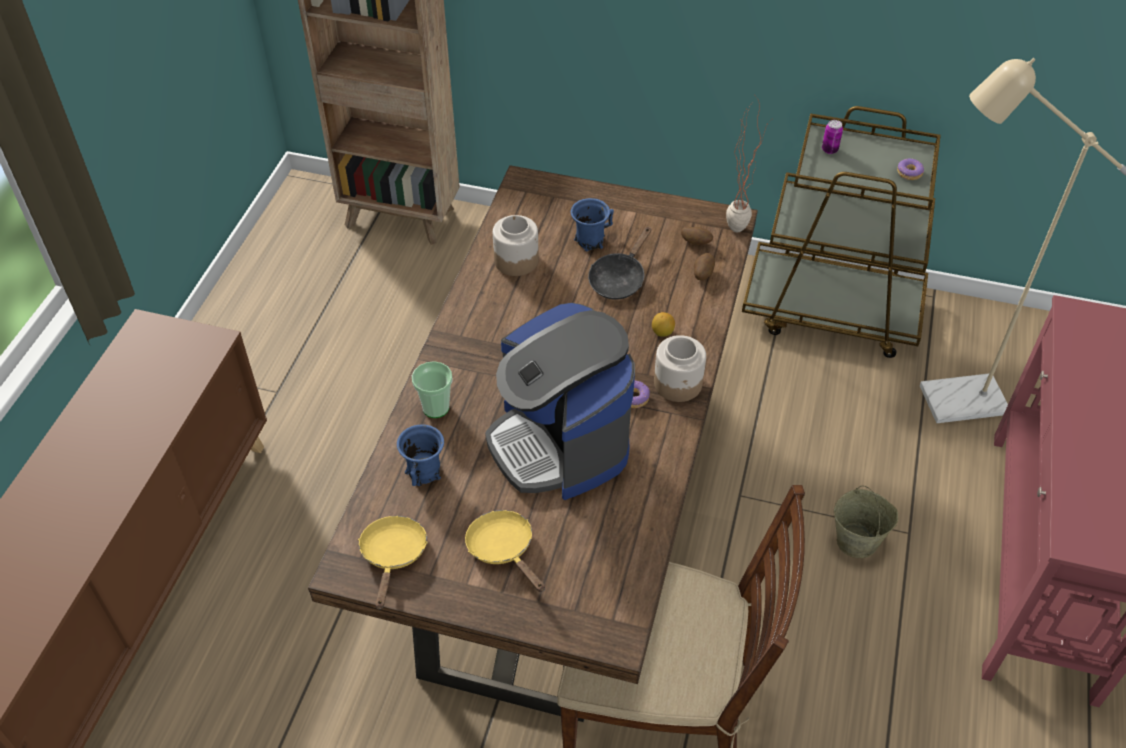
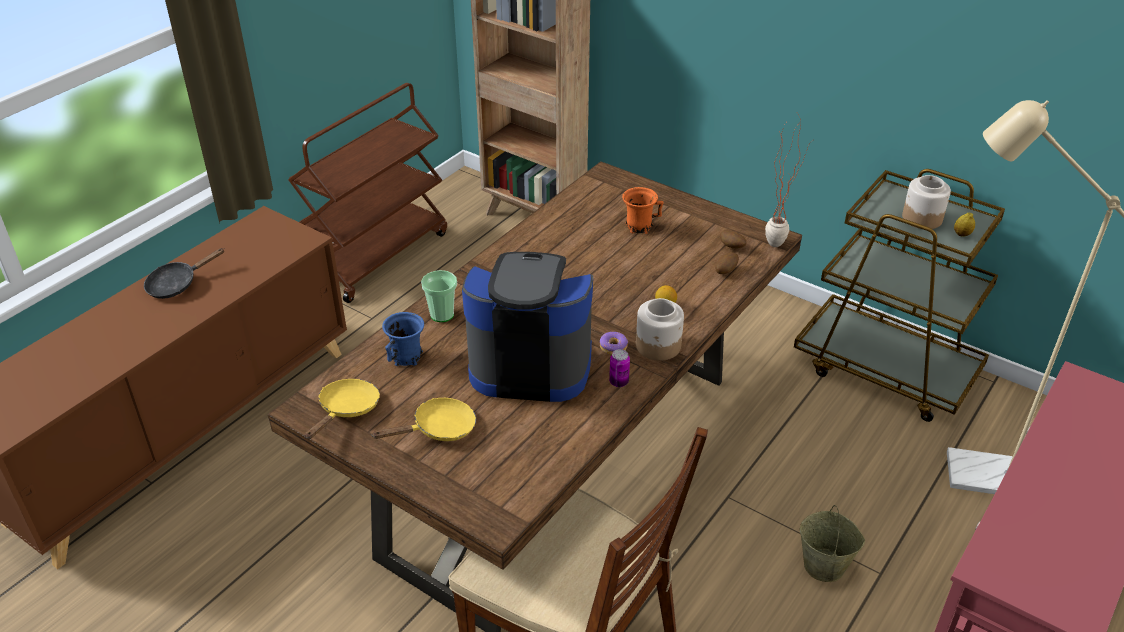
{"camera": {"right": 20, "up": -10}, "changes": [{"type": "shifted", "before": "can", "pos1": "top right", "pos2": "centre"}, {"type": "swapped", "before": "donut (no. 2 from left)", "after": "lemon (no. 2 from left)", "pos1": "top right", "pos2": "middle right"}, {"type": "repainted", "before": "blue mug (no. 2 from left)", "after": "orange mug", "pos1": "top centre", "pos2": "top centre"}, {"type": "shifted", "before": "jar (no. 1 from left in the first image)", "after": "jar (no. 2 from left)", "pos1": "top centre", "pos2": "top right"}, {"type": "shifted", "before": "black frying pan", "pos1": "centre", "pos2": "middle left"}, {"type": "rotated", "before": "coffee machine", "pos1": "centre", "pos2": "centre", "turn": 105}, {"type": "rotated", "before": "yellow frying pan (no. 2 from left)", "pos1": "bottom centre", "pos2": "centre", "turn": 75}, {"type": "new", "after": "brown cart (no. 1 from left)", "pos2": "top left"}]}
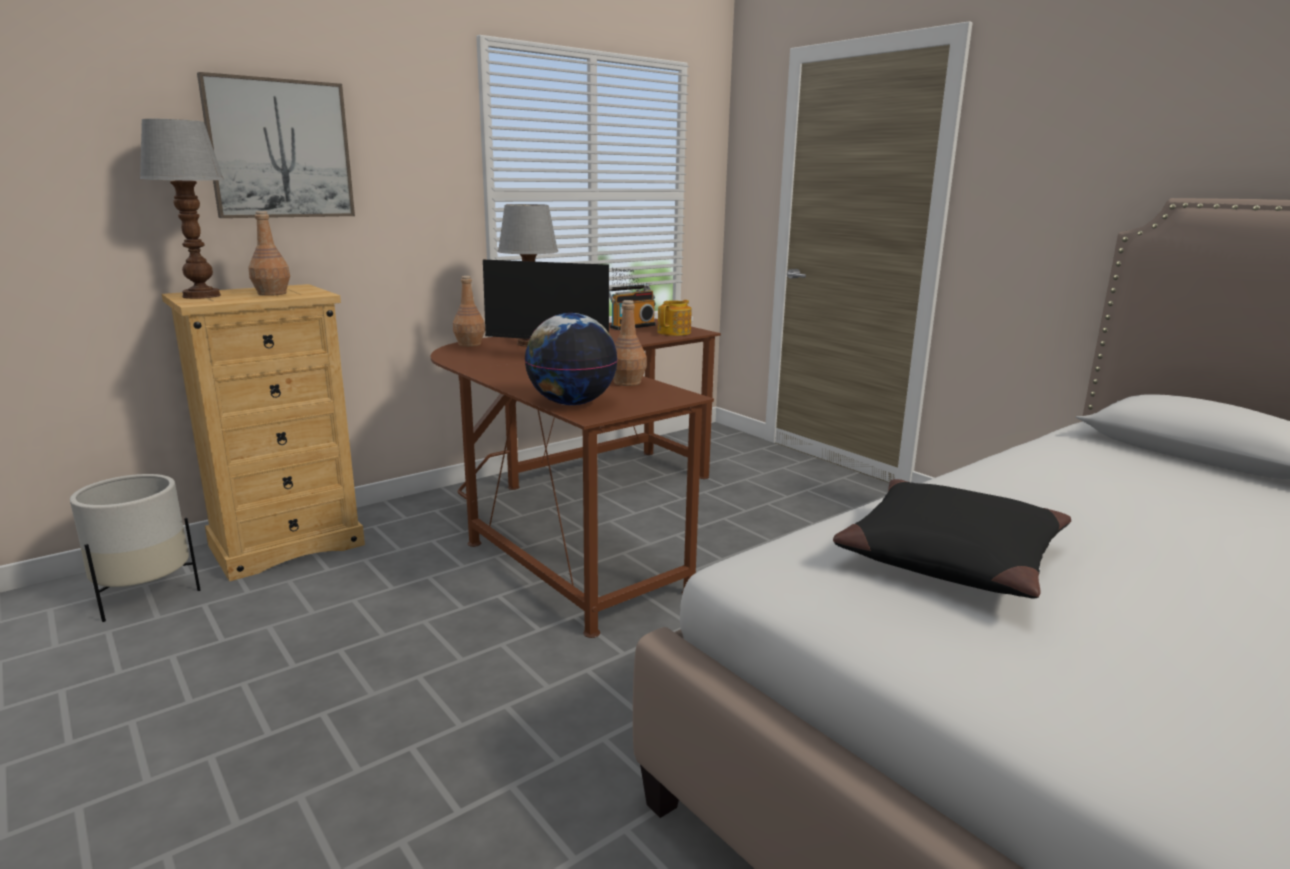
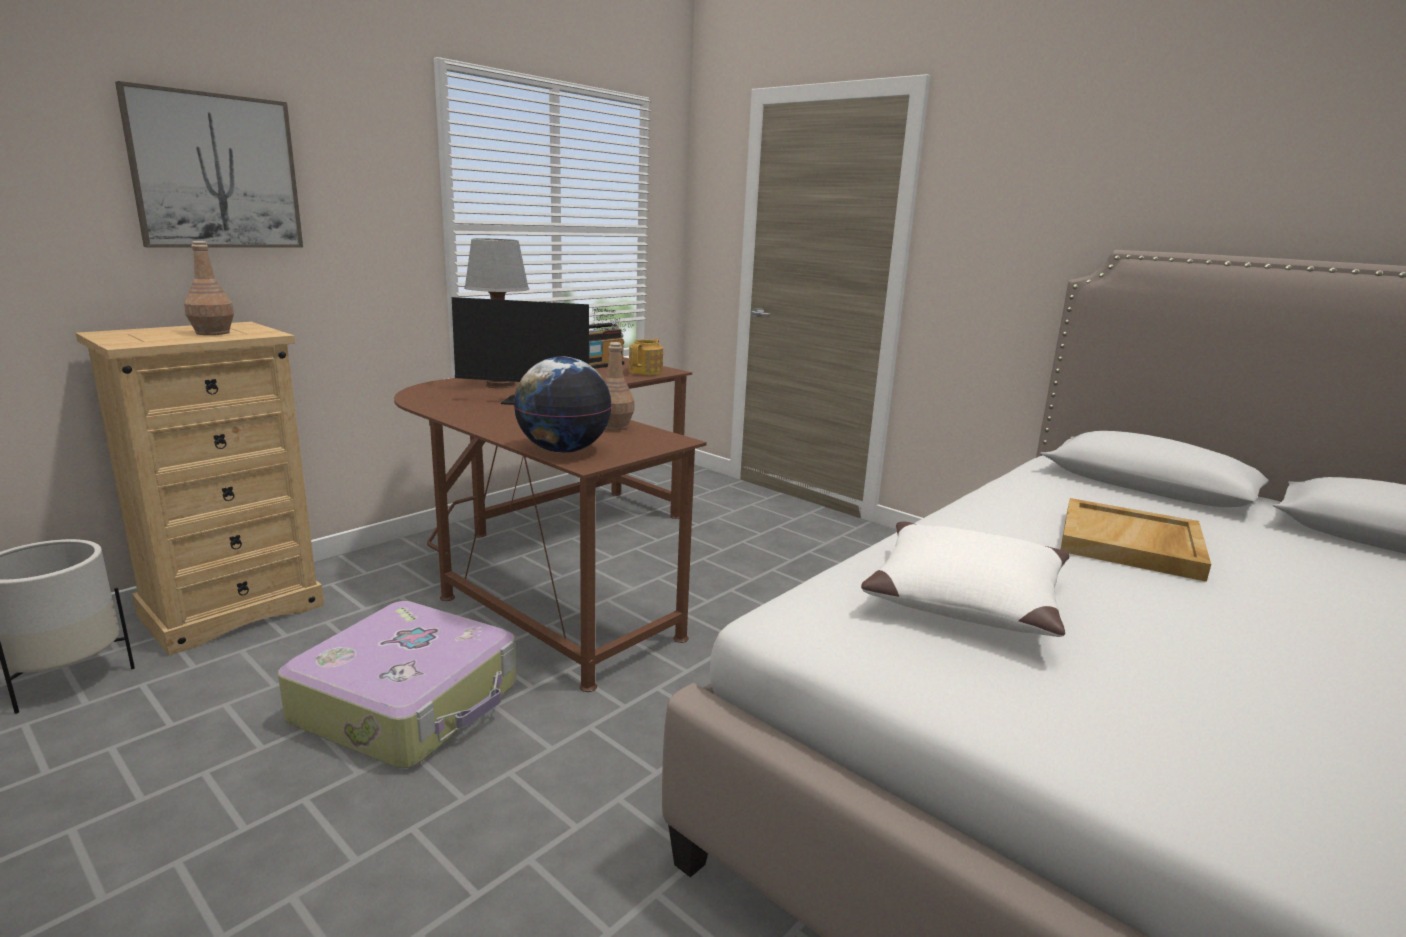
{"camera": {"right": -10, "up": 0}, "changes": [{"type": "gone", "before": "table lamp (no. 1 from left)", "pos1": "top left"}, {"type": "gone", "before": "brown bottle (no. 2 from left)", "pos1": "centre"}, {"type": "repainted", "before": "black pillow", "after": "white pillow", "pos1": "middle right", "pos2": "middle right"}, {"type": "new", "after": "beige tray", "pos2": "middle right"}, {"type": "new", "after": "suitcase", "pos2": "bottom left"}]}
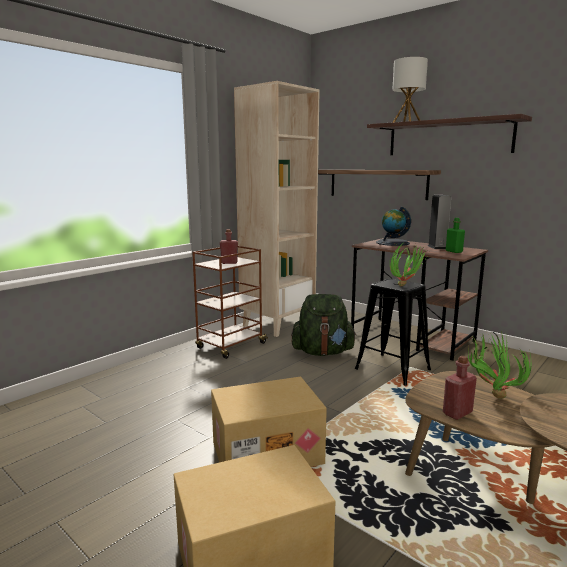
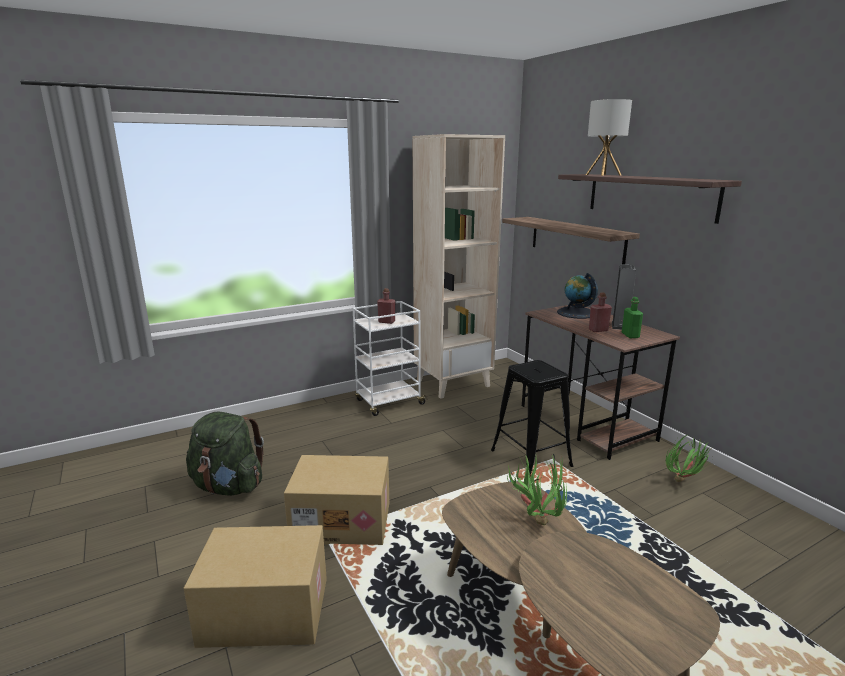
{"camera": {"right": 20, "up": 5}, "changes": [{"type": "shifted", "before": "potted plant (no. 1 from left in the first image)", "after": "potted plant (no. 2 from left)", "pos1": "middle right", "pos2": "bottom right"}, {"type": "repainted", "before": "brown cart", "after": "white cart", "pos1": "centre", "pos2": "centre"}, {"type": "shifted", "before": "green backpack", "pos1": "centre", "pos2": "bottom left"}, {"type": "shifted", "before": "red bottle (no. 2 from left)", "pos1": "bottom right", "pos2": "middle right"}]}
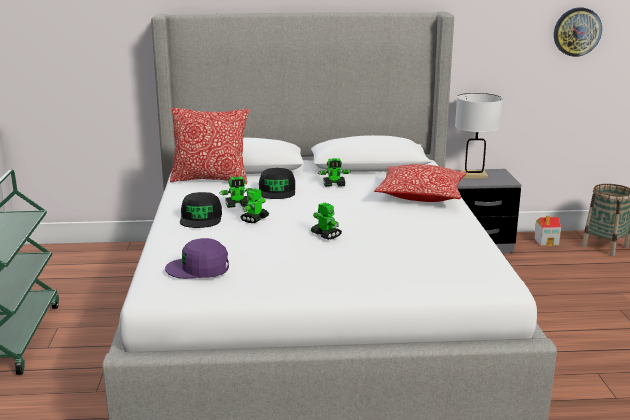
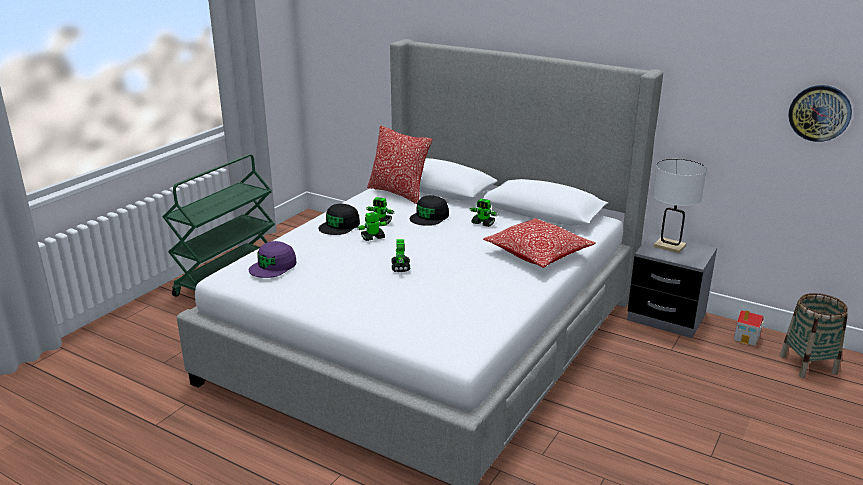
{"camera": {"right": 35, "up": 5}, "changes": [{"type": "rotated", "before": "purple cap", "pos1": "middle left", "pos2": "middle left", "turn": -90}]}
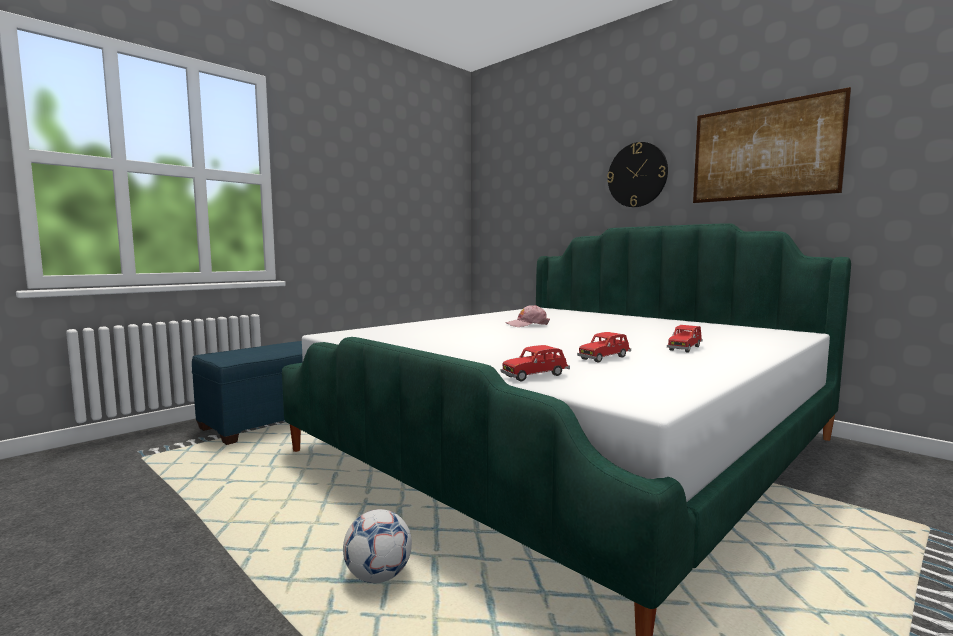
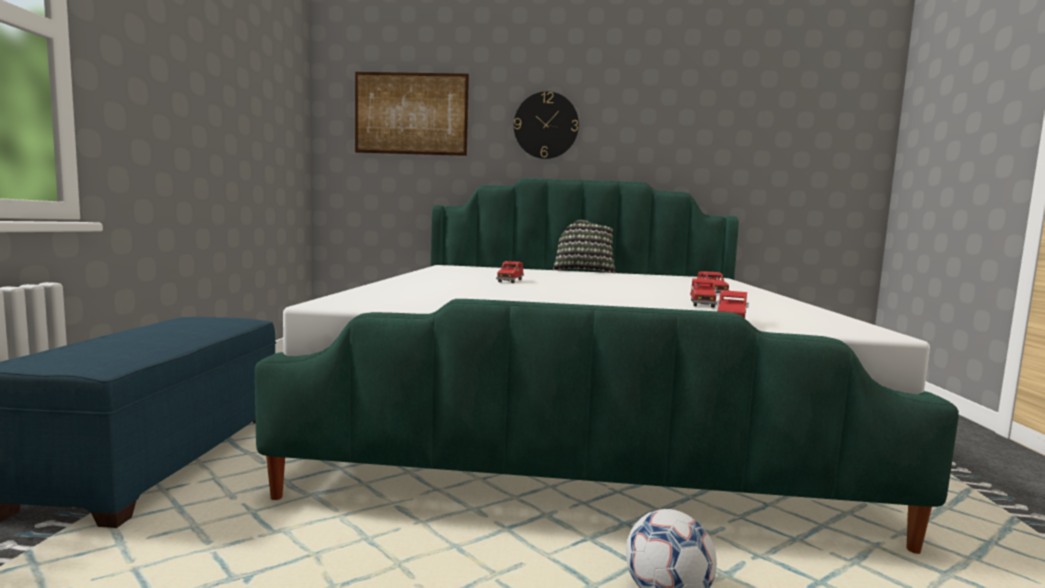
{"camera": {"right": -40, "up": 0}, "changes": [{"type": "shifted", "before": "picture", "pos1": "top right", "pos2": "top centre"}, {"type": "swapped", "before": "pink cap", "after": "red toy car (no. 1 from left)", "pos1": "centre", "pos2": "centre"}, {"type": "new", "after": "pillow", "pos2": "centre"}]}
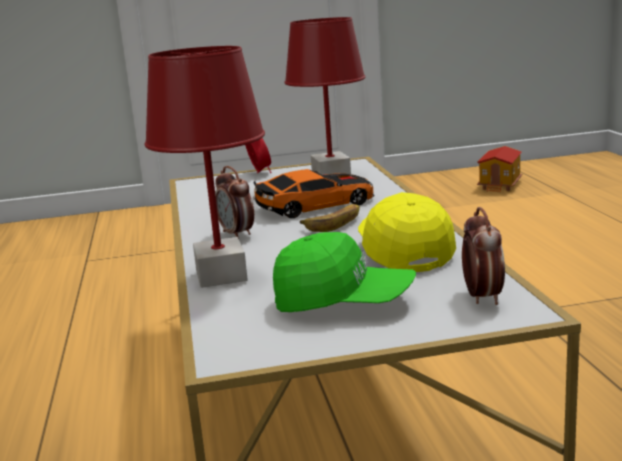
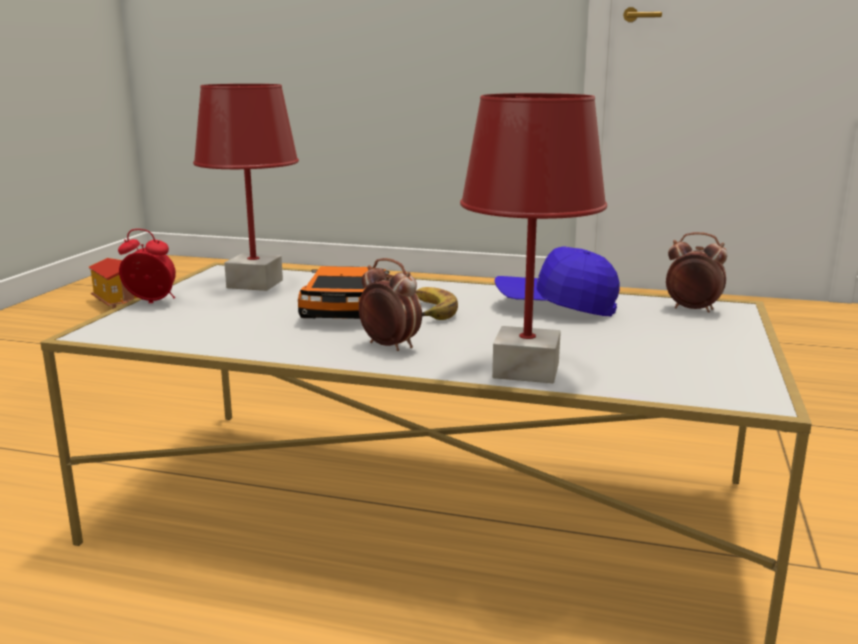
{"camera": {"right": -65, "up": 0}, "changes": [{"type": "rotated", "before": "alarm clock (no. 1 from left in the first image)", "pos1": "centre", "pos2": "centre", "turn": -135}, {"type": "repainted", "before": "yellow cap", "after": "blue cap", "pos1": "centre", "pos2": "centre"}, {"type": "gone", "before": "green cap", "pos1": "centre"}]}
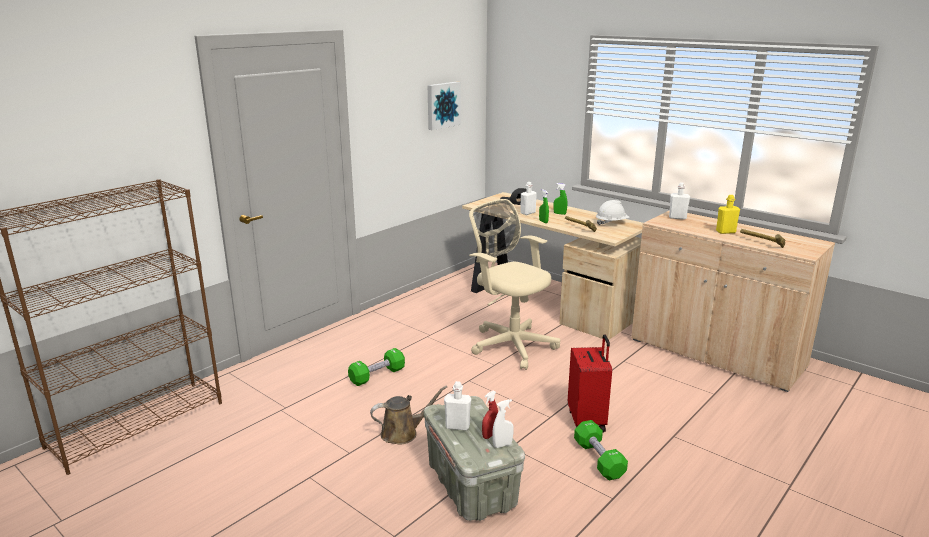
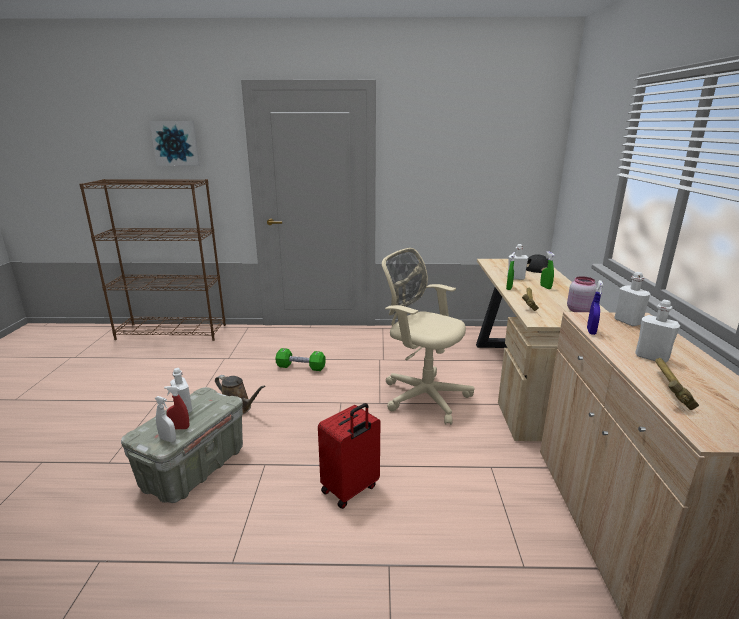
{"camera": {"right": 50, "up": 0}, "changes": [{"type": "shifted", "before": "picture", "pos1": "top centre", "pos2": "top left"}, {"type": "repainted", "before": "yellow bottle", "after": "white bottle (no. 4 from left)", "pos1": "middle right", "pos2": "middle right"}, {"type": "rotated", "before": "beige office chair", "pos1": "centre", "pos2": "centre", "turn": -60}, {"type": "swapped", "before": "white hard hat", "after": "pink jar", "pos1": "centre", "pos2": "middle right"}, {"type": "gone", "before": "green dumbbell (no. 2 from left)", "pos1": "bottom centre"}, {"type": "new", "after": "blue spray bottle", "pos2": "middle right"}]}
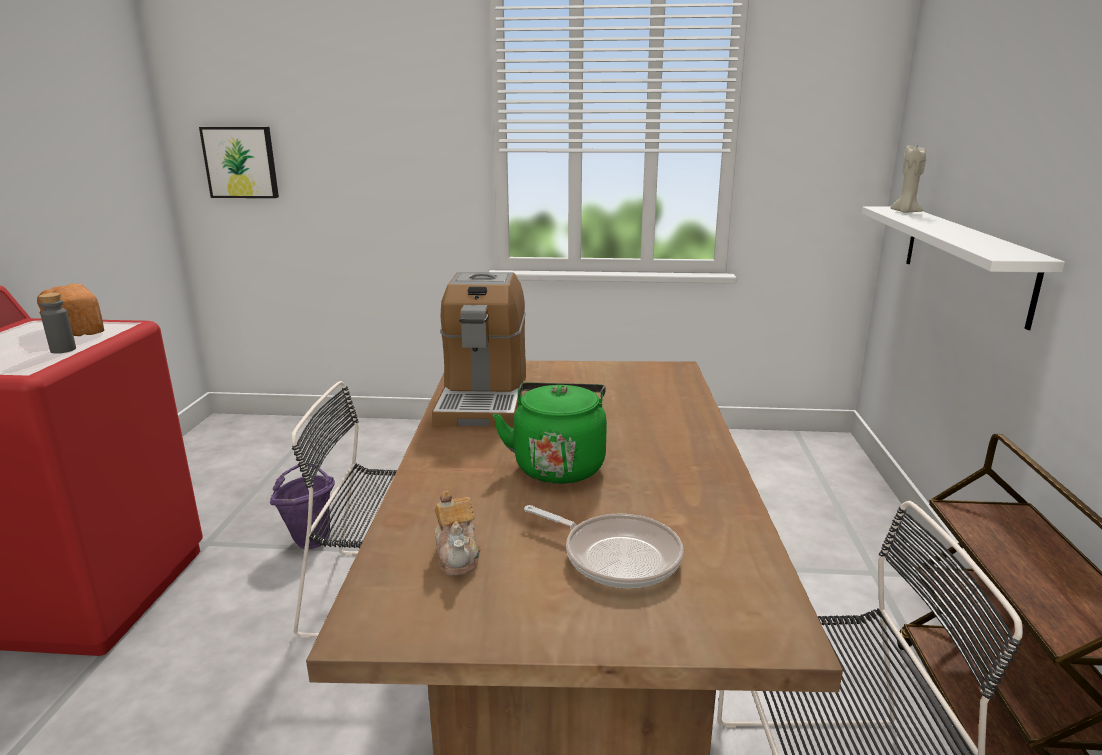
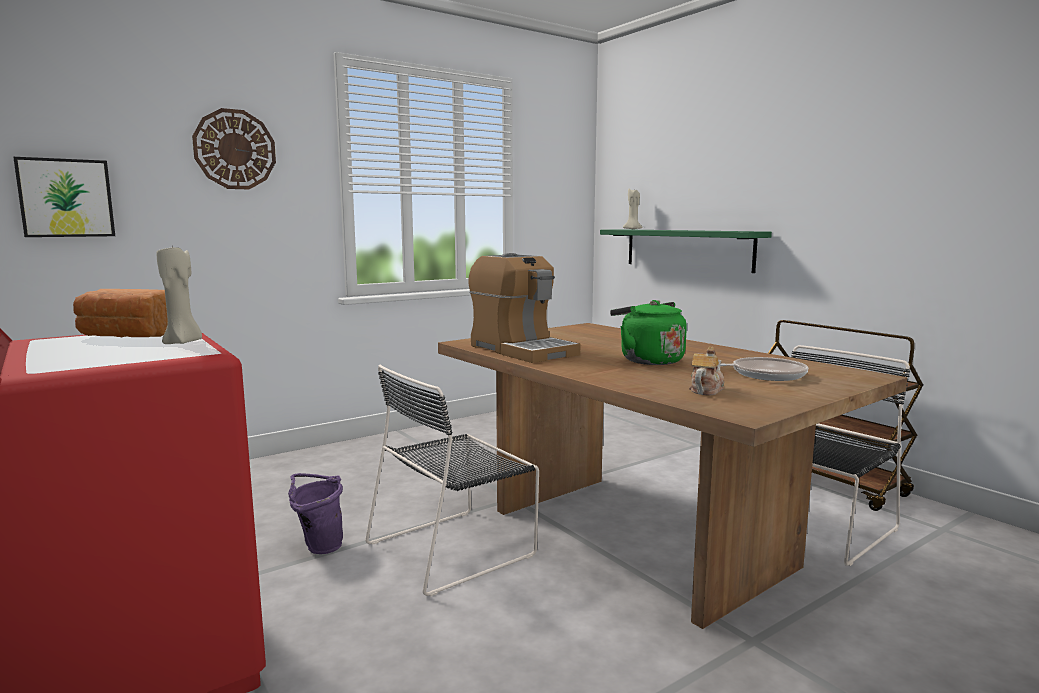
{"camera": {"right": -40, "up": -10}, "changes": [{"type": "repainted", "before": "white shelf", "after": "green shelf", "pos1": "middle right", "pos2": "centre"}, {"type": "swapped", "before": "grey bottle", "after": "beige candle (no. 1 from left)", "pos1": "middle left", "pos2": "middle left"}, {"type": "rotated", "before": "teapot", "pos1": "bottom centre", "pos2": "middle right", "turn": -90}, {"type": "new", "after": "wall clock", "pos2": "top left"}]}
